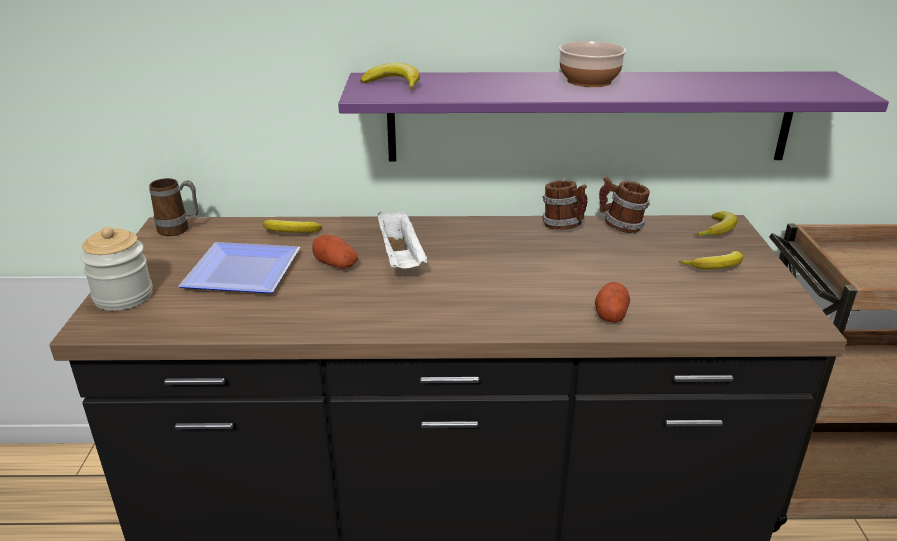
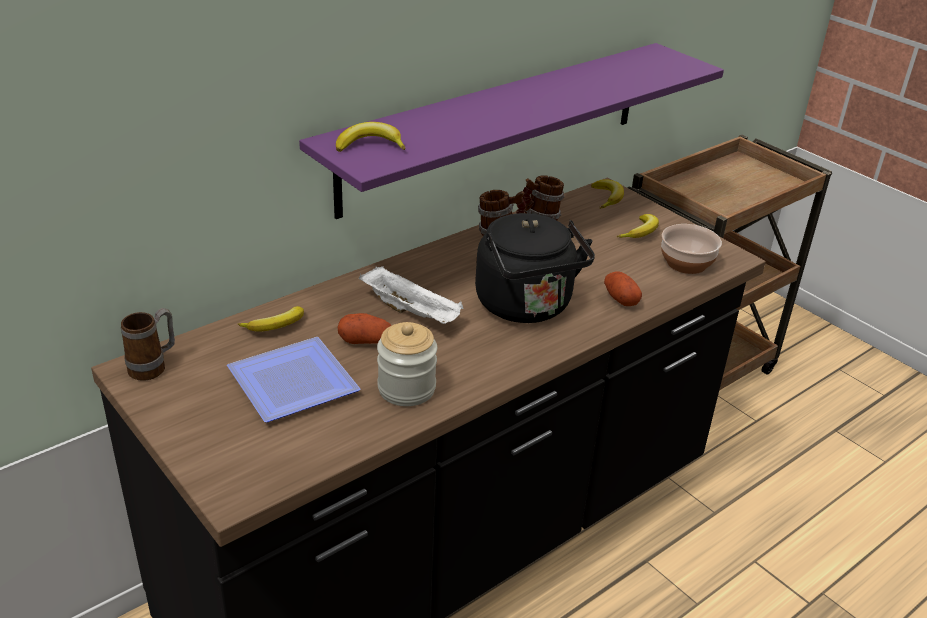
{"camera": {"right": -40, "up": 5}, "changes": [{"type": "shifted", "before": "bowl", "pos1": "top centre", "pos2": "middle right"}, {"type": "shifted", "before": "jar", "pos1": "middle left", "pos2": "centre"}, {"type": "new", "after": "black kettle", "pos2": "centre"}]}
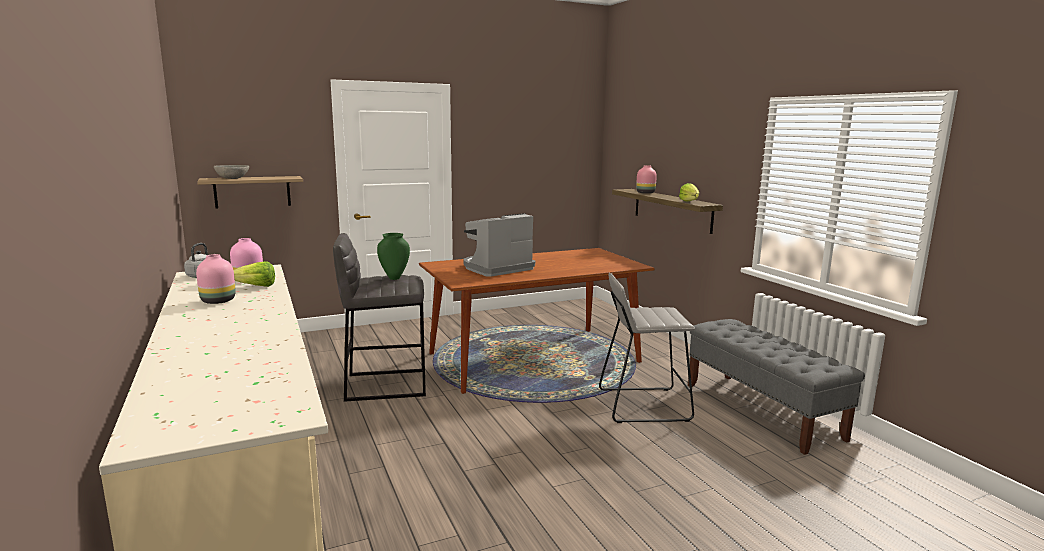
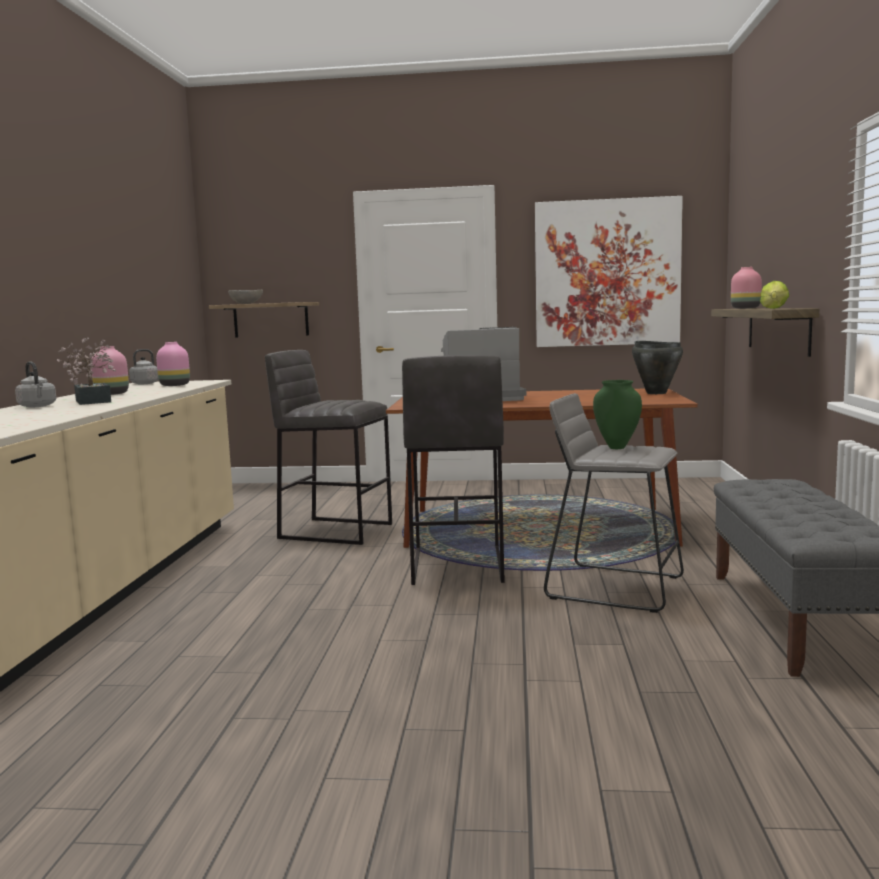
{"camera": {"right": 30, "up": -5}, "changes": [{"type": "shifted", "before": "green vase", "pos1": "centre", "pos2": "middle right"}, {"type": "gone", "before": "lettuce (no. 1 from left)", "pos1": "middle left"}, {"type": "new", "after": "picture", "pos2": "top right"}, {"type": "new", "after": "potted plant", "pos2": "middle left"}, {"type": "new", "after": "black cooking pot", "pos2": "middle right"}, {"type": "new", "after": "grey stool (no. 2 from left)", "pos2": "centre"}, {"type": "new", "after": "grey kettle (no. 1 from left)", "pos2": "middle left"}]}
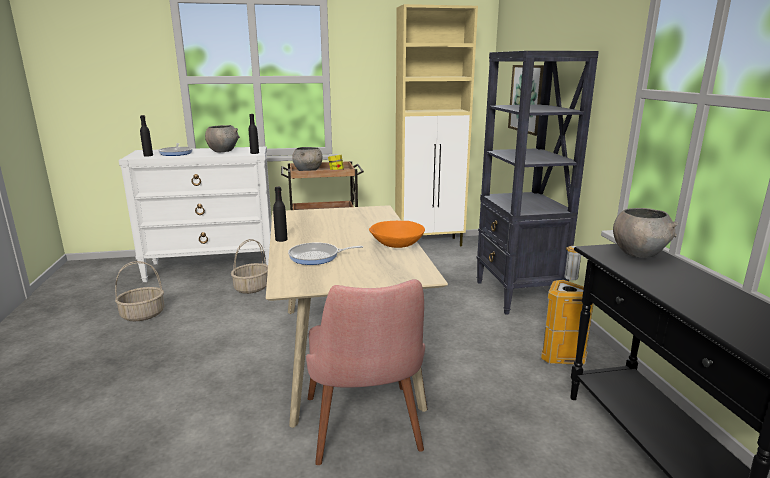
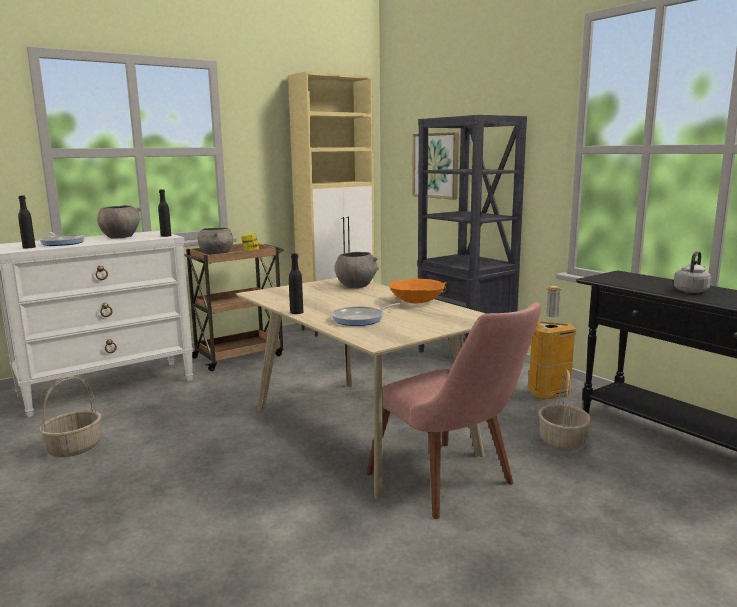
{"camera": {"right": -25, "up": -5}, "changes": [{"type": "shifted", "before": "grey bowl (no. 3 from left)", "pos1": "middle right", "pos2": "centre"}, {"type": "shifted", "before": "basket (no. 2 from left)", "pos1": "middle left", "pos2": "bottom right"}, {"type": "new", "after": "grey kettle", "pos2": "middle right"}]}
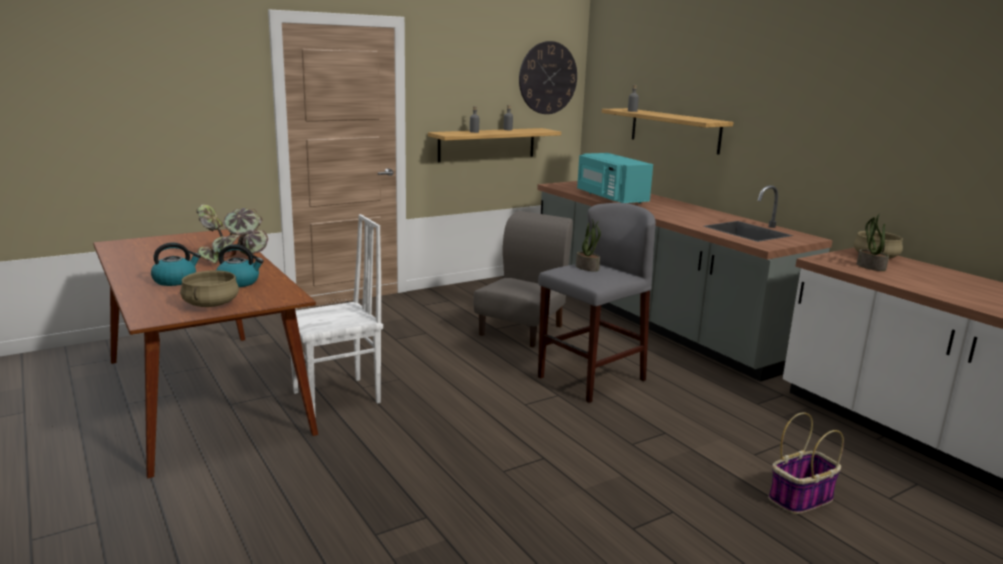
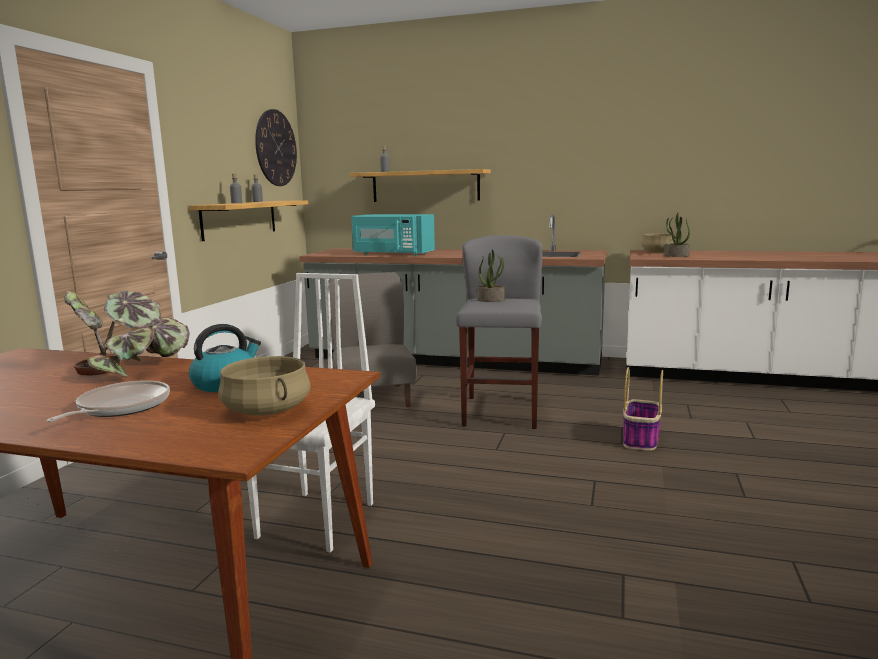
{"camera": {"right": -40, "up": -5}, "changes": [{"type": "swapped", "before": "kettle (no. 1 from left)", "after": "frying pan", "pos1": "middle left", "pos2": "middle left"}, {"type": "shifted", "before": "basket", "pos1": "bottom right", "pos2": "middle right"}]}
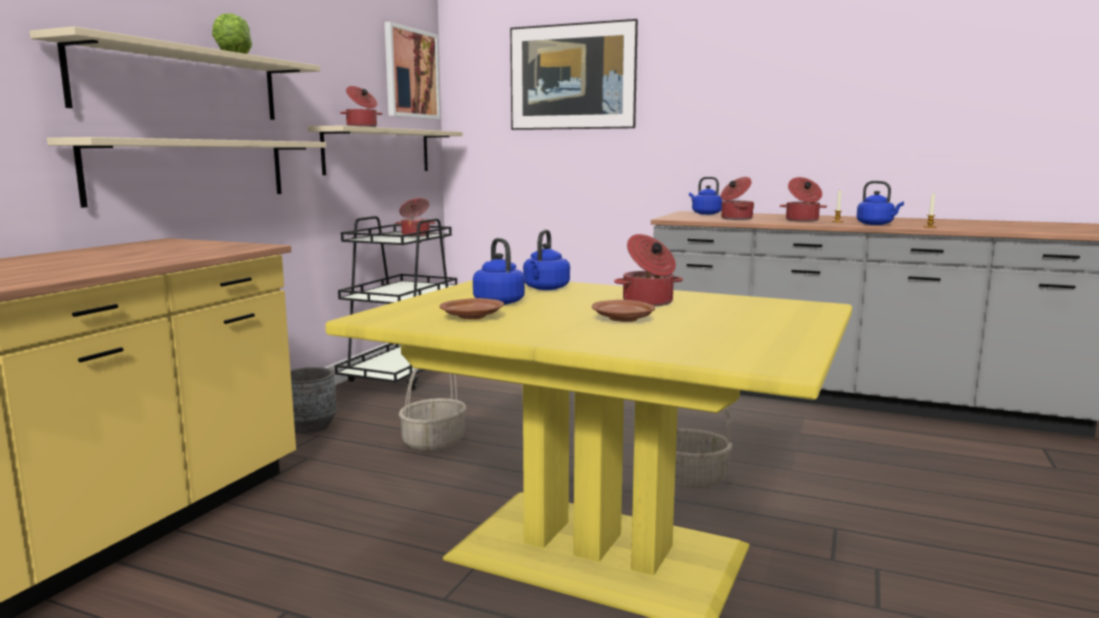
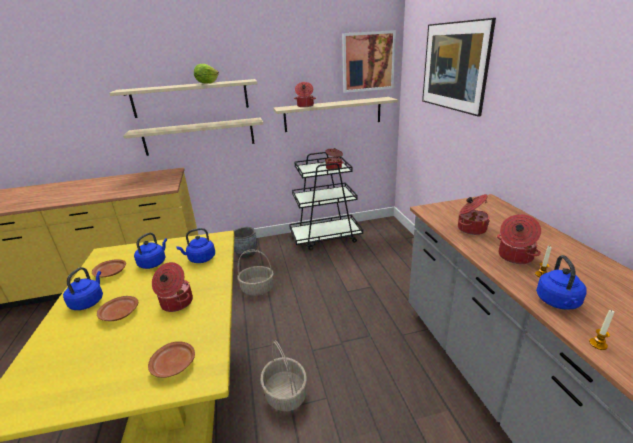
{"camera": {"right": 55, "up": 15}, "changes": [{"type": "shifted", "before": "blue kettle (no. 3 from left in the first image)", "after": "blue kettle (no. 1 from left)", "pos1": "top centre", "pos2": "middle left"}, {"type": "new", "after": "brown plate (no. 3 from left)", "pos2": "bottom left"}]}
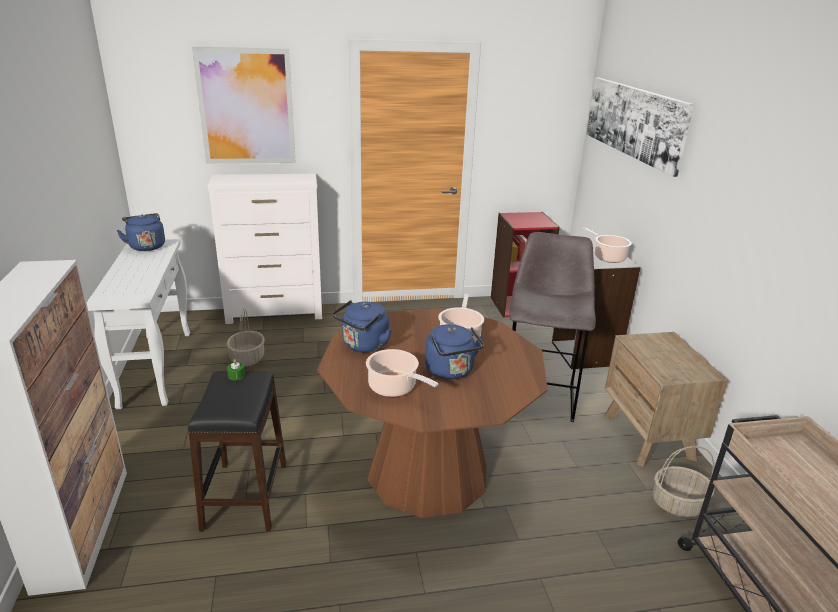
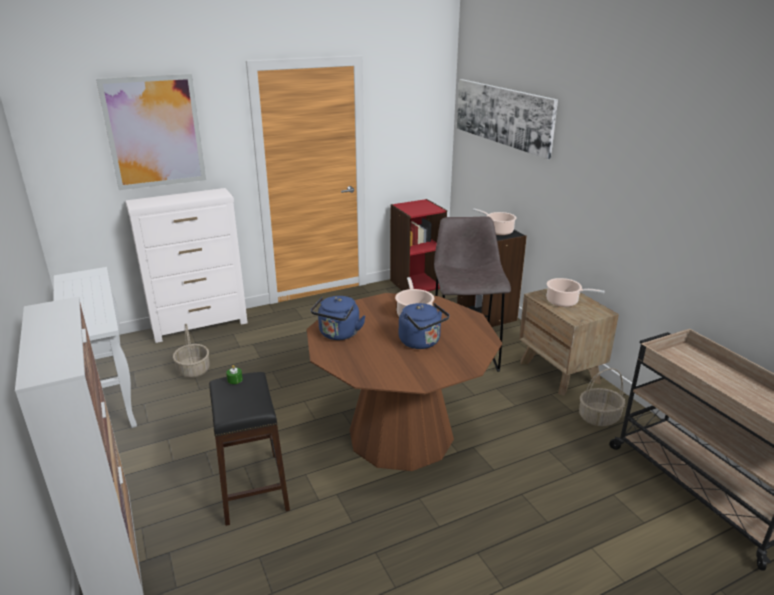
{"camera": {"right": -15, "up": 0}, "changes": [{"type": "gone", "before": "blue kettle (no. 1 from left)", "pos1": "middle left"}, {"type": "shifted", "before": "cooking pot (no. 1 from left in the first image)", "after": "cooking pot (no. 3 from left)", "pos1": "centre", "pos2": "middle right"}]}
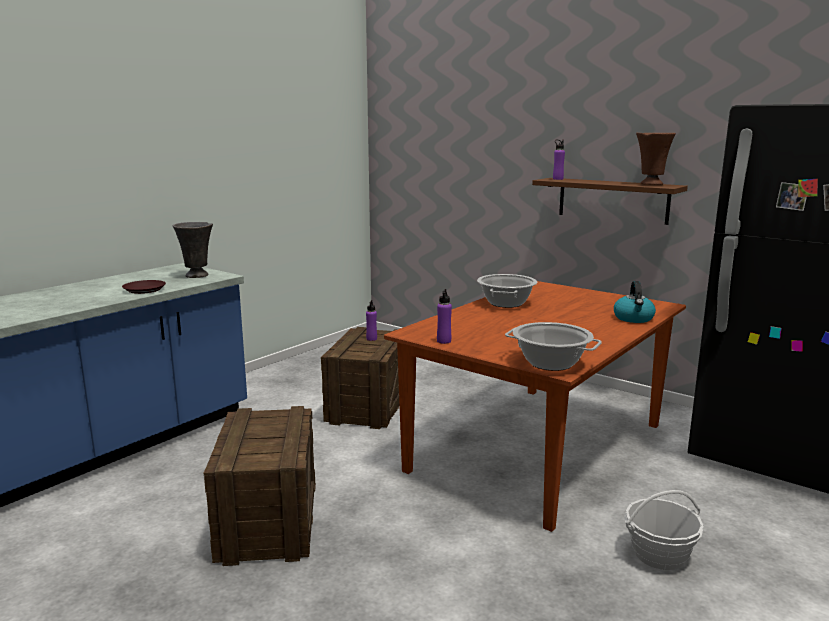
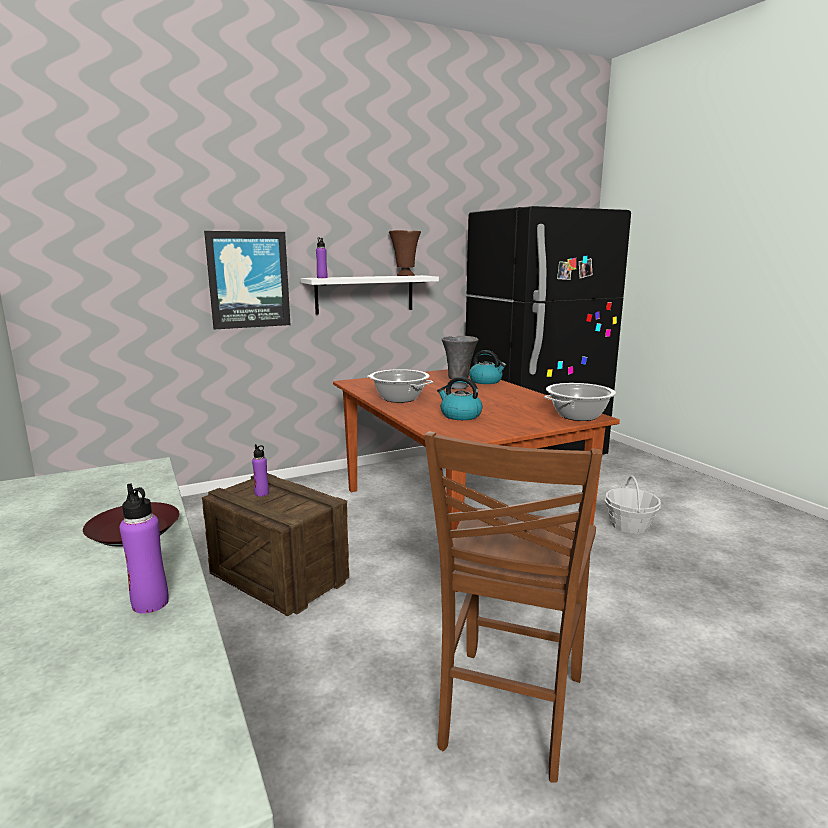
{"camera": {"right": -65, "up": 0}, "changes": [{"type": "repainted", "before": "brown shelf", "after": "white shelf", "pos1": "top right", "pos2": "centre"}, {"type": "shifted", "before": "grey vase", "pos1": "middle left", "pos2": "centre"}, {"type": "shifted", "before": "purple bottle (no. 2 from left in the first image)", "after": "purple bottle (no. 1 from left)", "pos1": "centre", "pos2": "middle left"}, {"type": "swapped", "before": "crate (no. 1 from left)", "after": "brown chair", "pos1": "bottom left", "pos2": "bottom centre"}, {"type": "new", "after": "picture", "pos2": "middle left"}, {"type": "new", "after": "kettle (no. 1 from left)", "pos2": "centre"}]}
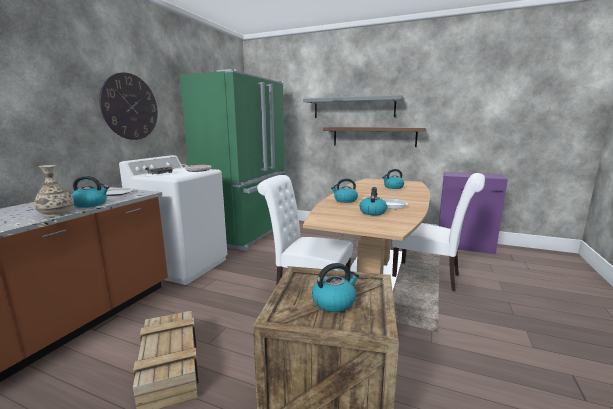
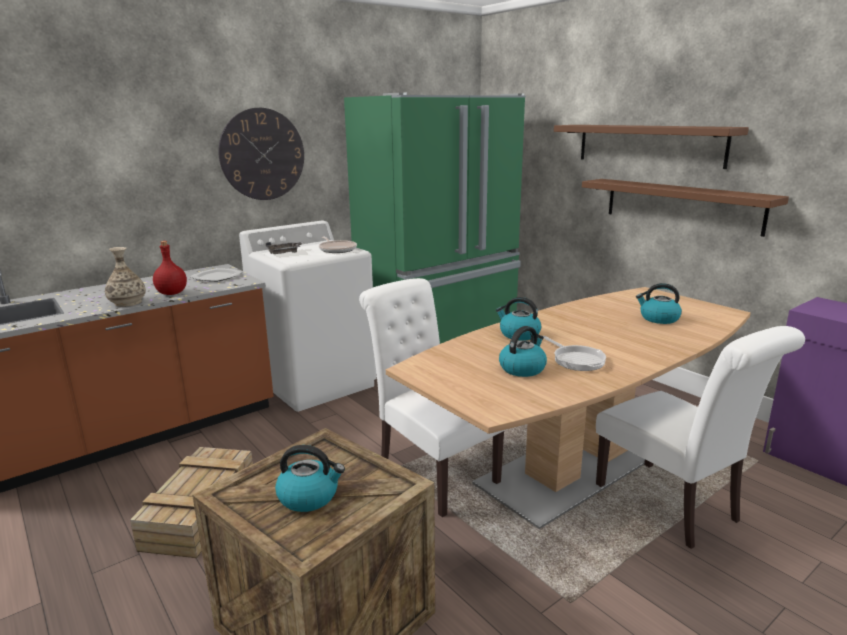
{"camera": {"right": 30, "up": 5}, "changes": [{"type": "repainted", "before": "grey shelf", "after": "brown shelf (no. 1 from left)", "pos1": "top centre", "pos2": "top right"}, {"type": "swapped", "before": "kettle (no. 1 from left)", "after": "red bottle", "pos1": "middle left", "pos2": "middle left"}]}
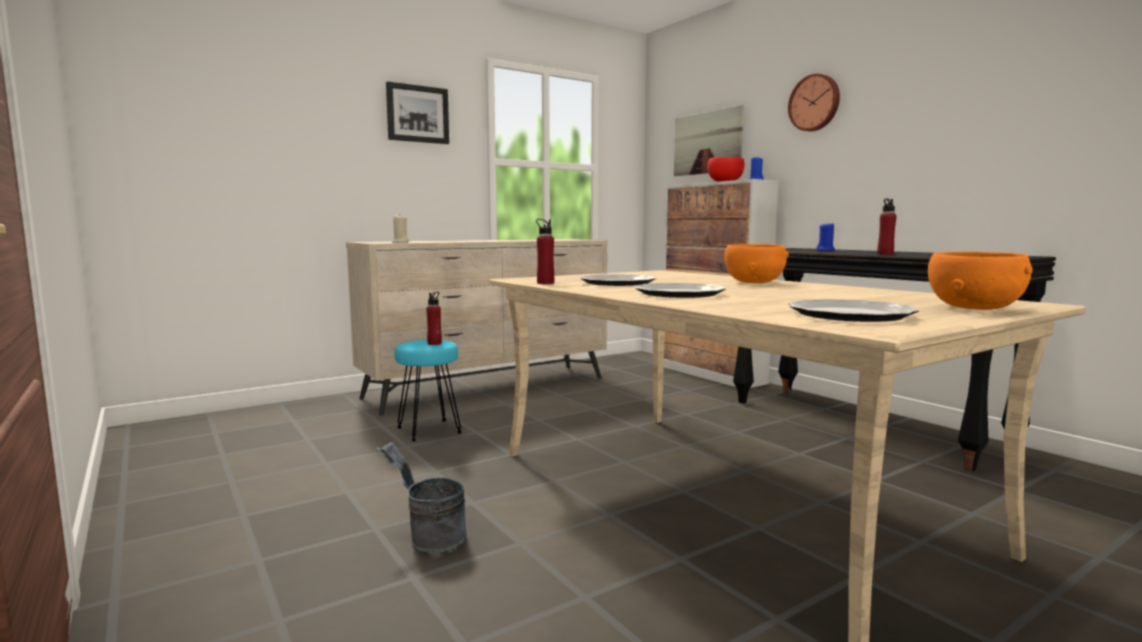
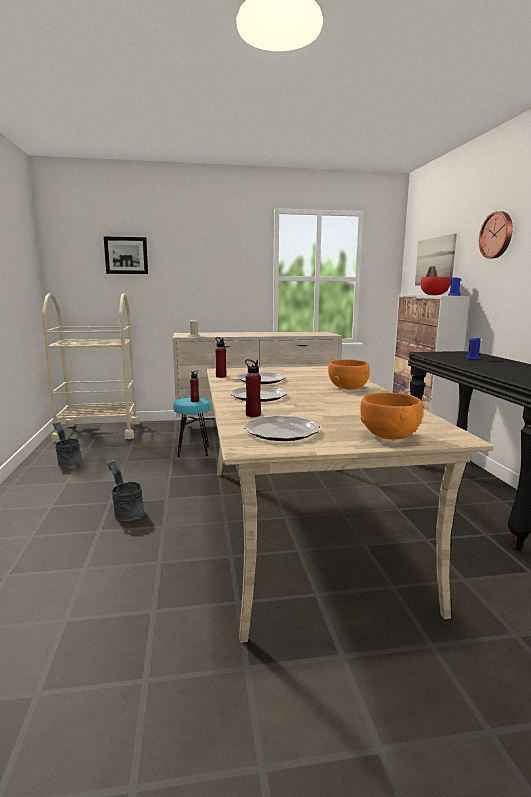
{"camera": {"right": 25, "up": 5}, "changes": [{"type": "shifted", "before": "picture (no. 1 from left)", "pos1": "top centre", "pos2": "top left"}, {"type": "shifted", "before": "red bottle (no. 3 from left)", "pos1": "middle right", "pos2": "centre"}, {"type": "new", "after": "beige cart", "pos2": "middle left"}, {"type": "new", "after": "grey bucket (no. 1 from left)", "pos2": "middle left"}]}
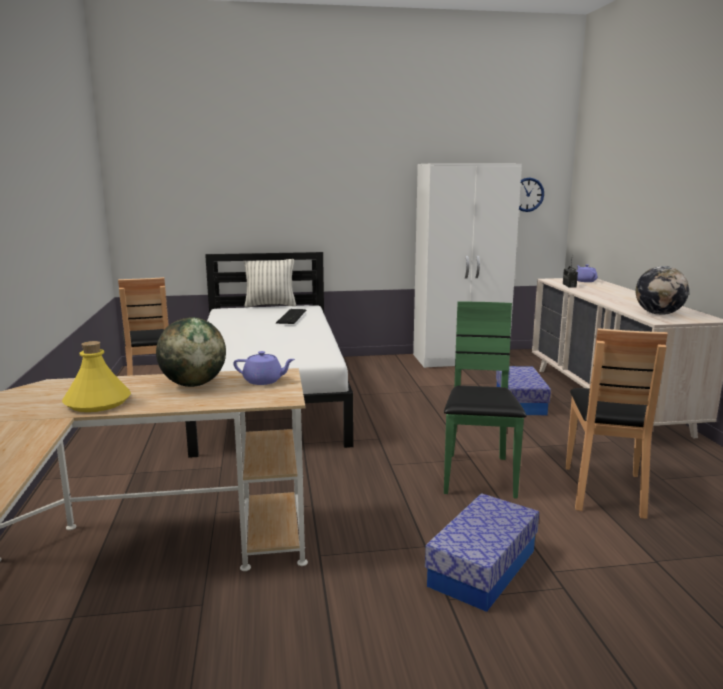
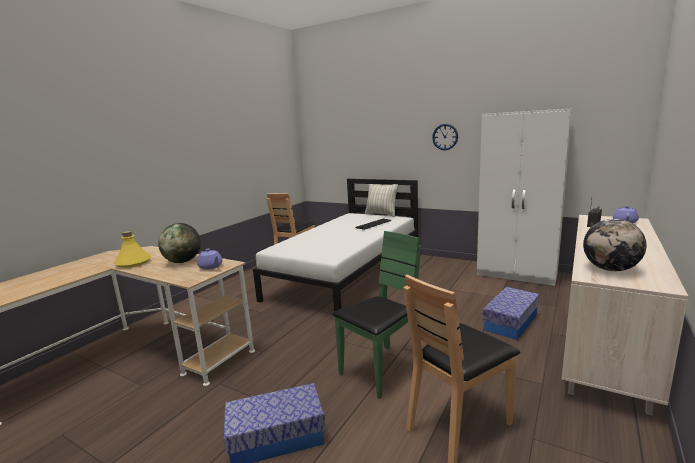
{"camera": {"right": 40, "up": 0}, "changes": [{"type": "shifted", "before": "wall clock", "pos1": "top right", "pos2": "top centre"}]}
